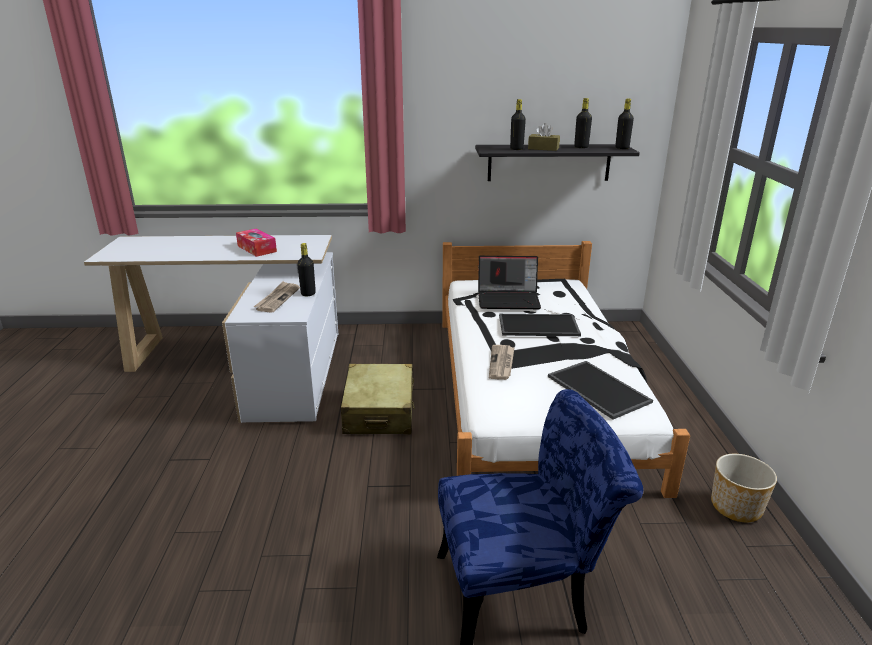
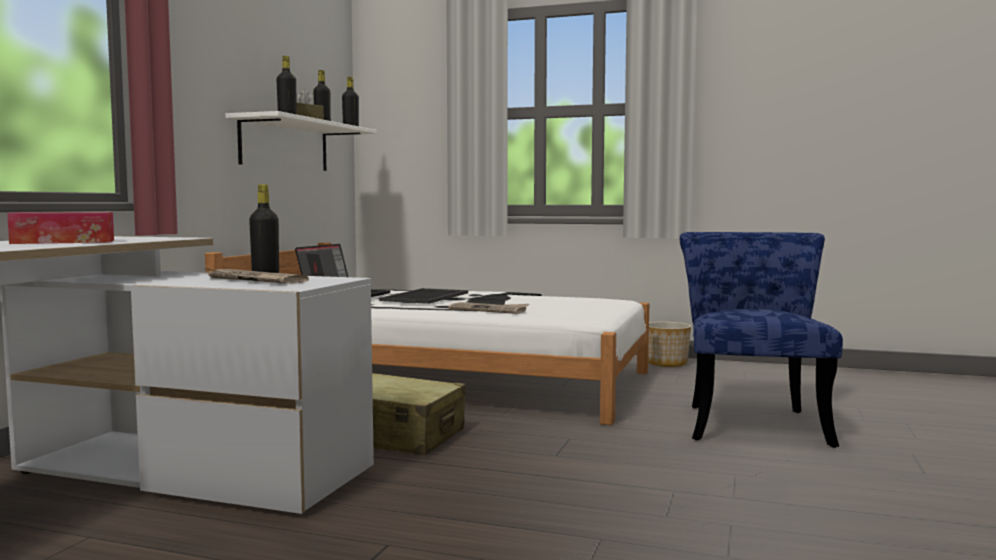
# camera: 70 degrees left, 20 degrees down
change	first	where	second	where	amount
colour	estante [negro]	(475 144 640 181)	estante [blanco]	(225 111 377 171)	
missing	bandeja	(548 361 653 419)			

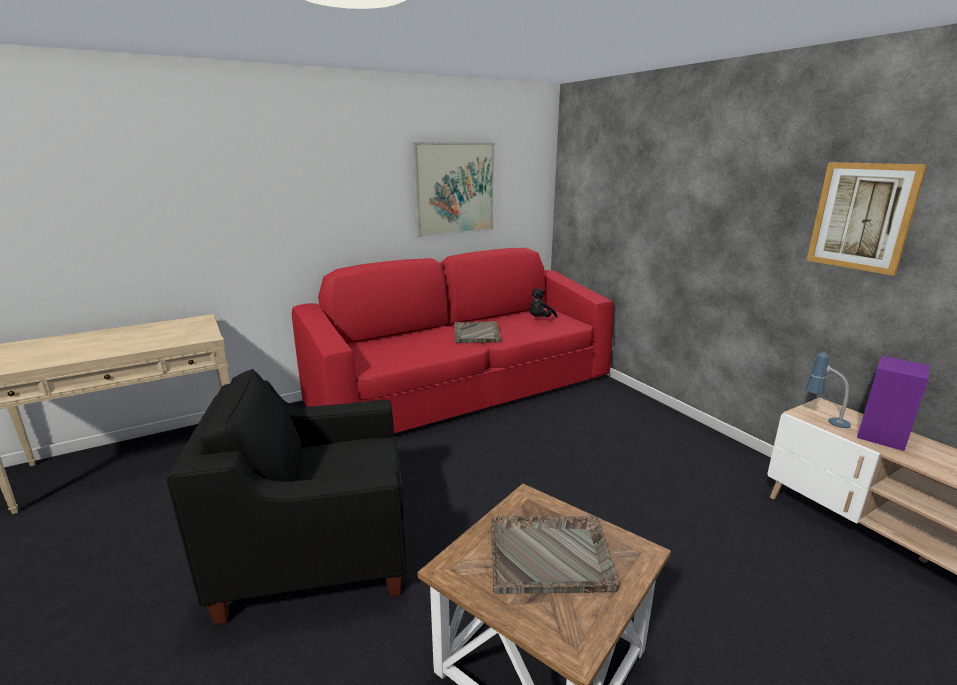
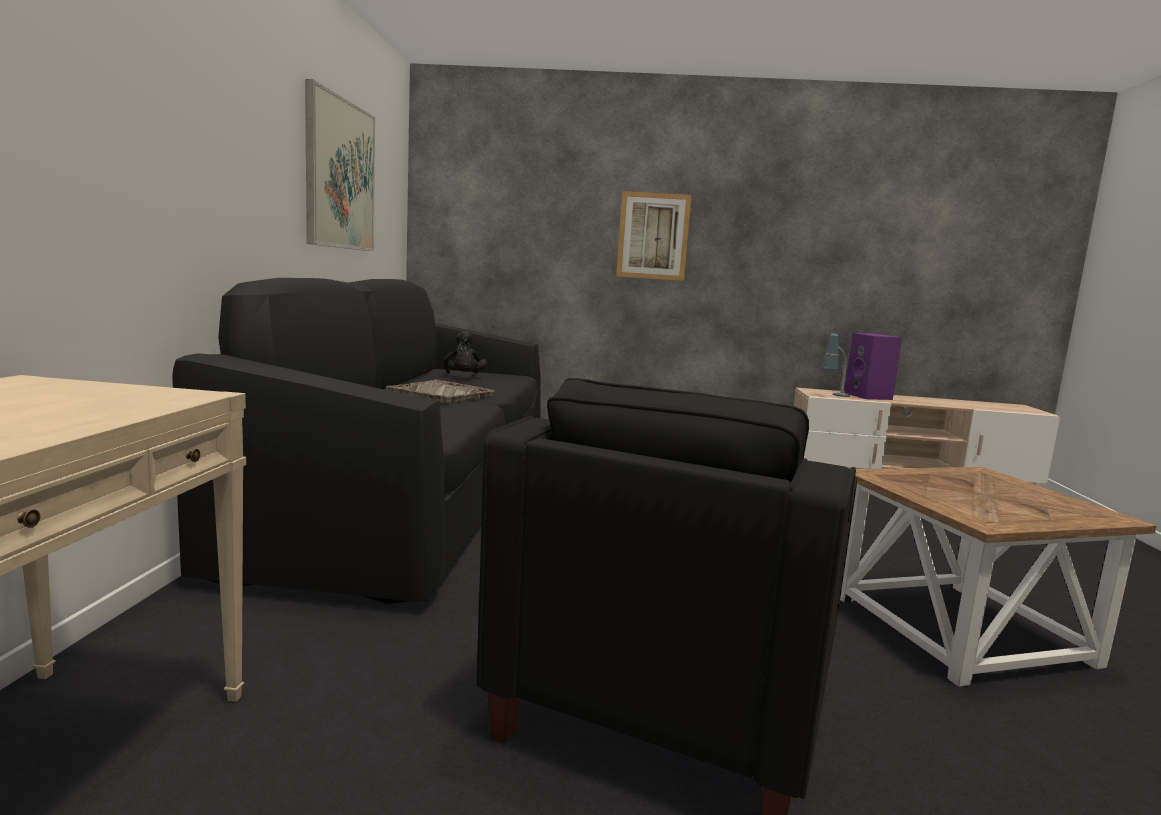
# camera: 55 degrees left, 10 degrees down
change	first	where	second	where	amount
relocated	cuadro	(806 162 928 276)		(616 191 692 281)	
colour	sofá [rojo]	(292 248 614 433)	sofá [negro]	(172 278 541 604)	
missing	bandeja [gris]	(491 516 619 594)			

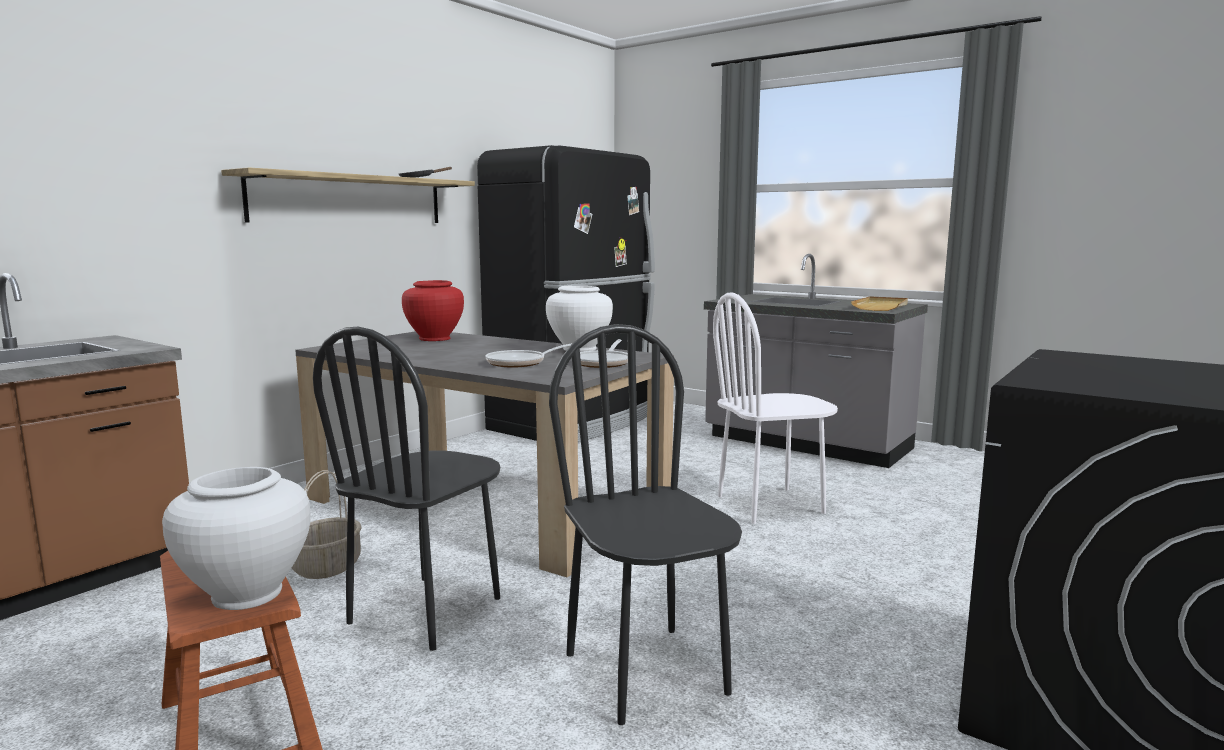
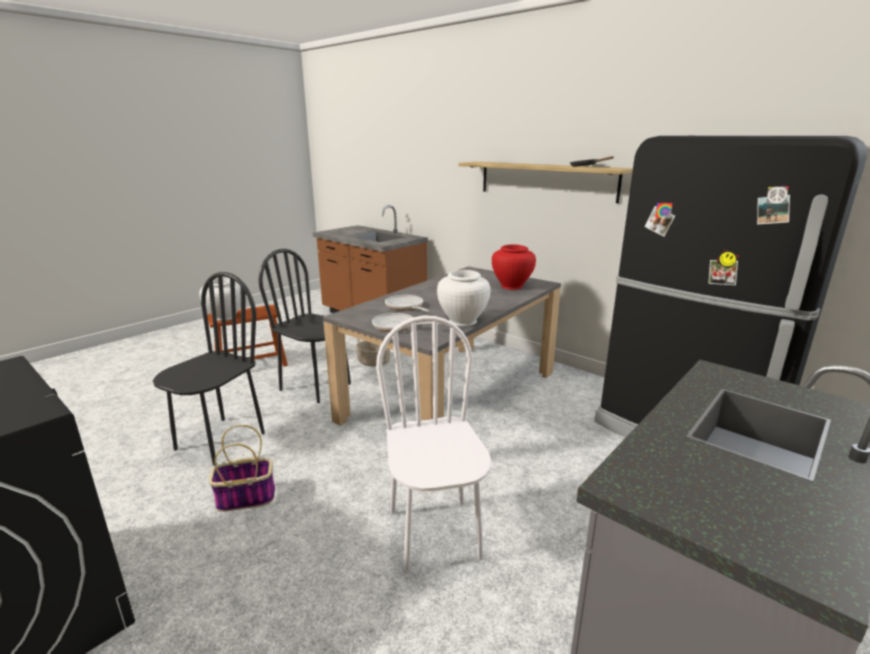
# camera: 95 degrees right, 10 degrees up
change	first	where	second	where	amount
missing	bandeja [beis]	(851 296 908 311)			
spun	silla [negro]	(549 324 742 725)		(153 272 265 466)	45 degrees counterclockwise
appeared			cesta	(209 425 275 512)	

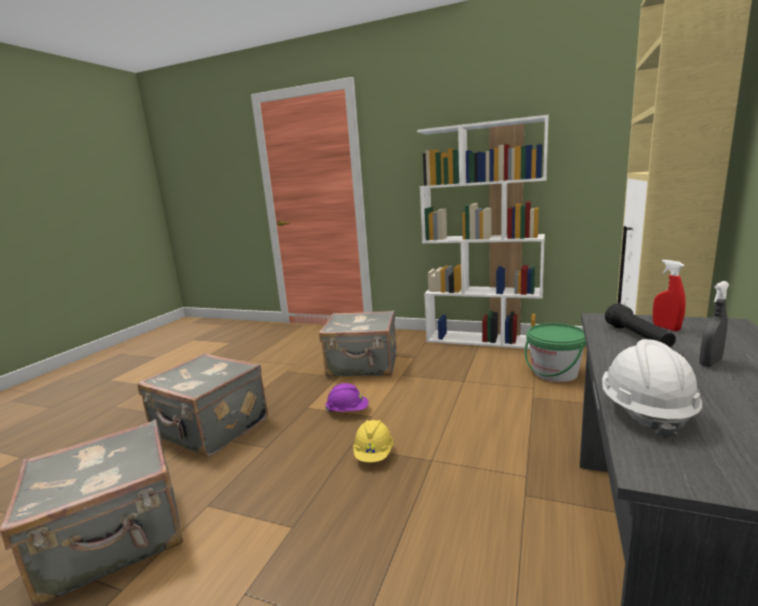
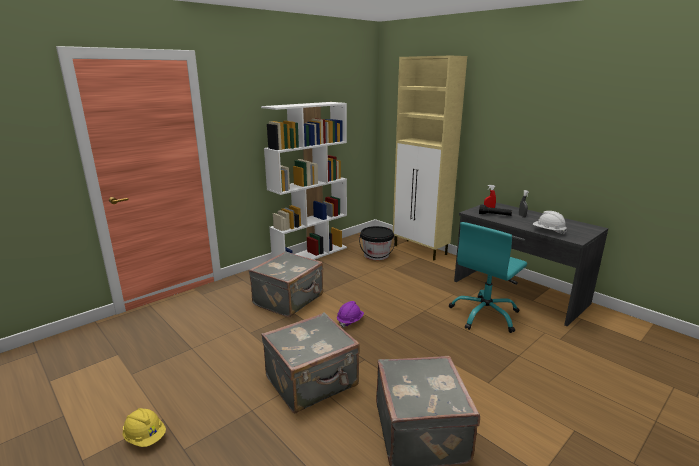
# camera: 65 degrees left, 5 degrees up
change	first	where	second	where	amount
colour	cubo [verde]	(524 323 586 382)	cubo [negro]	(359 226 395 260)	
relocated	casco [amarillo]	(353 420 393 462)		(123 408 166 447)	
appeared			silla de oficina [turquesa]	(449 222 527 333)	

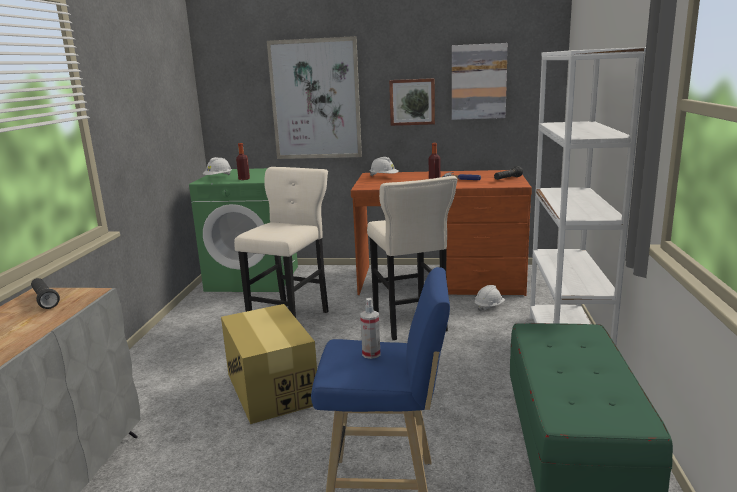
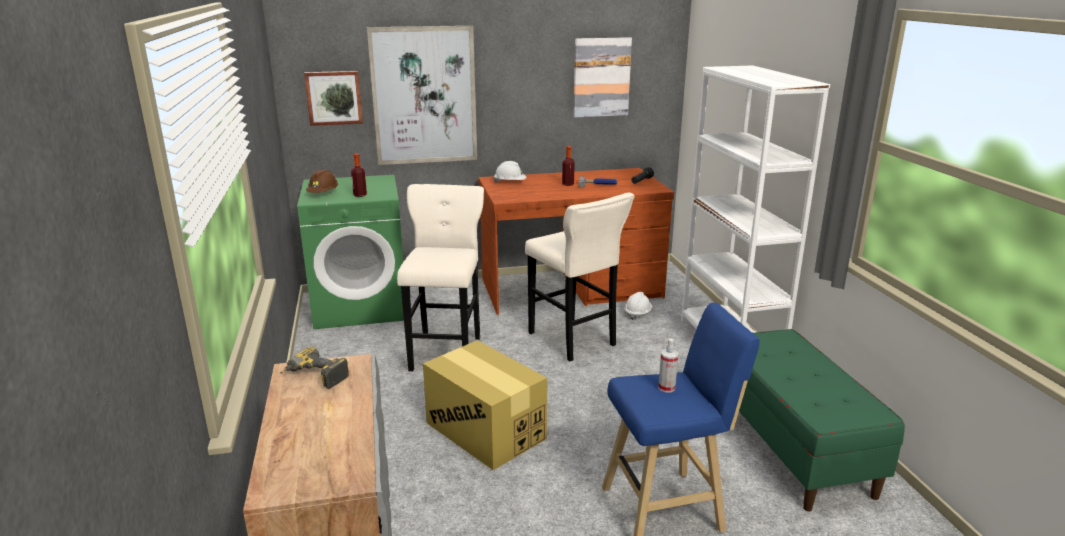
# camera: 20 degrees left, 5 degrees up
change	first	where	second	where	amount
relocated	cuadro	(389 78 435 126)		(304 71 363 126)	
colour	casco [blanco]	(203 157 232 175)	casco [marrón]	(306 170 338 193)	
exchanged	linterna [negro]	(31 278 60 309)	taladro	(280 347 349 389)	

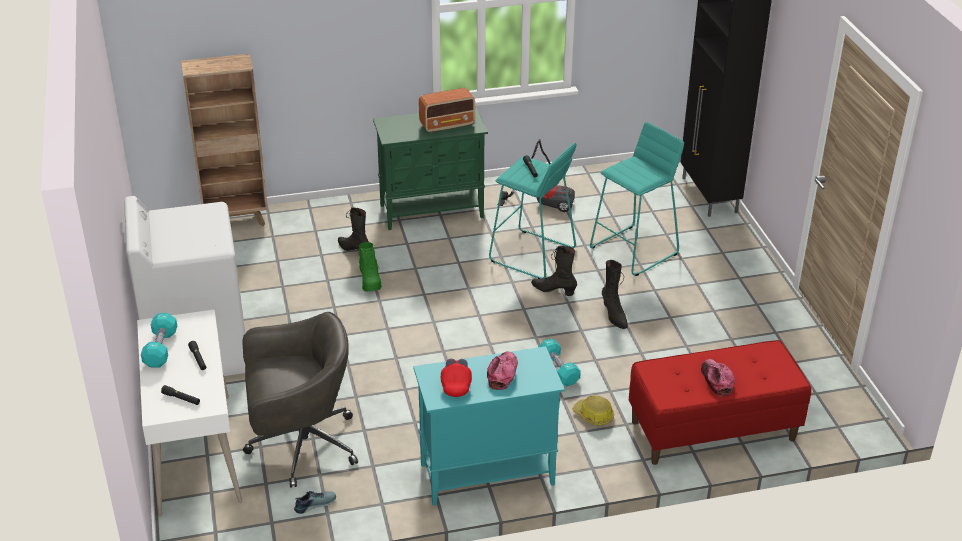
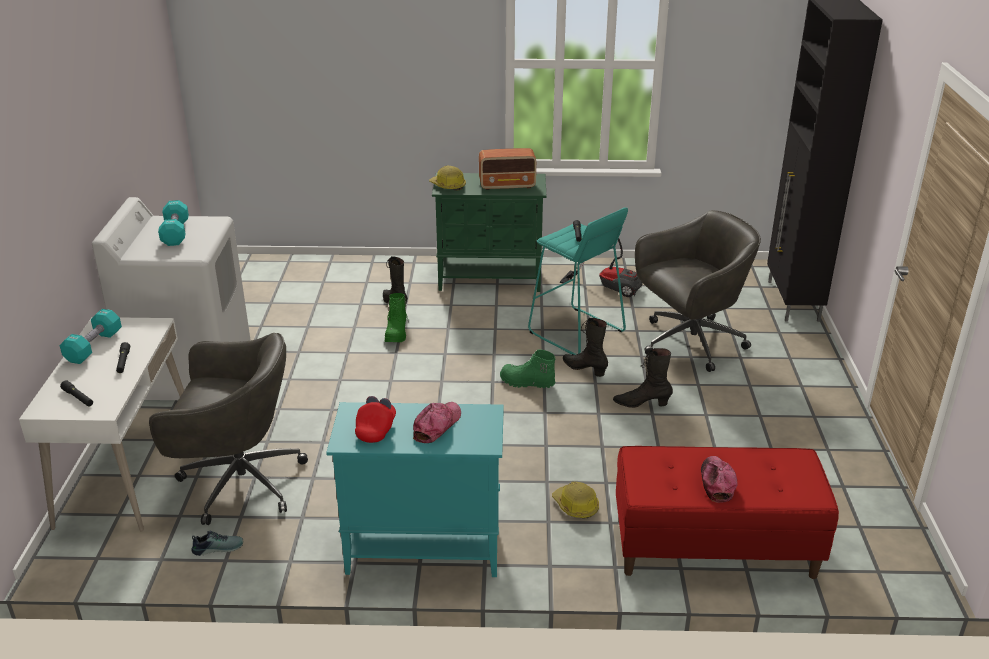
# camera: 15 degrees right, 5 degrees down
change	first	where	second	where	amount
missing	estantería [marrón]	(181 54 268 226)			
exchanged	taburete [turquesa]	(590 122 684 276)	silla de oficina [gris]	(635 210 761 372)	
spun	bota [negro]	(602 260 628 329)		(613 348 673 408)	105 degrees clockwise
relocated	mancuerna [turquesa]	(539 338 581 386)		(158 200 189 246)	
appeared			casco	(429 166 466 191)	
appeared			bota [verde]	(500 349 555 388)	

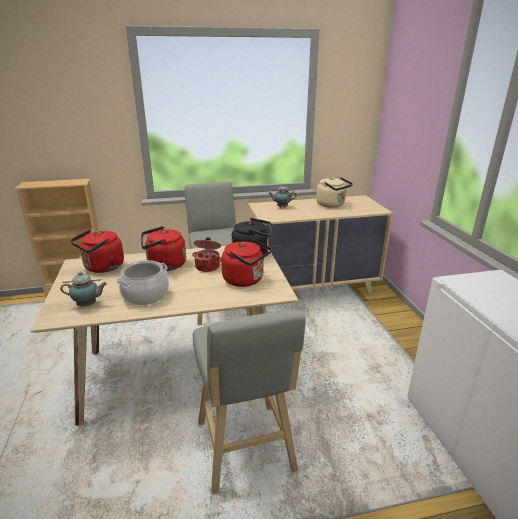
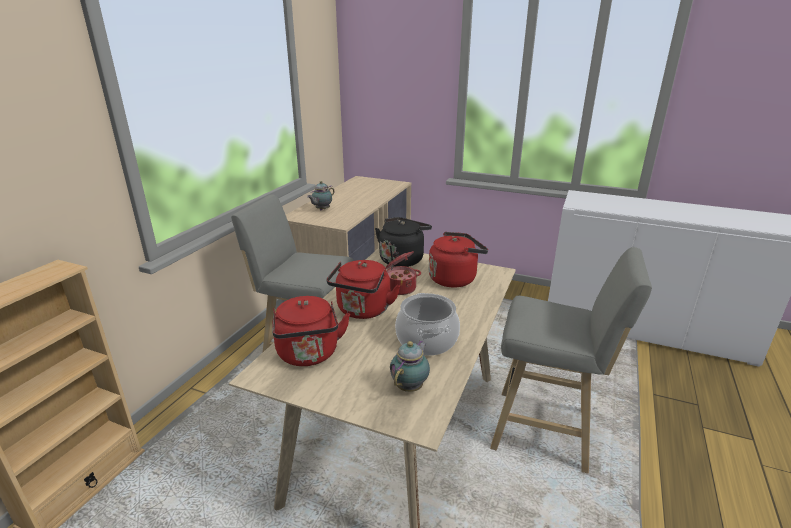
# camera: 55 degrees left, 0 degrees up
change	first	where	second	where	amount
missing	hervidor [beis]	(316 177 353 208)			

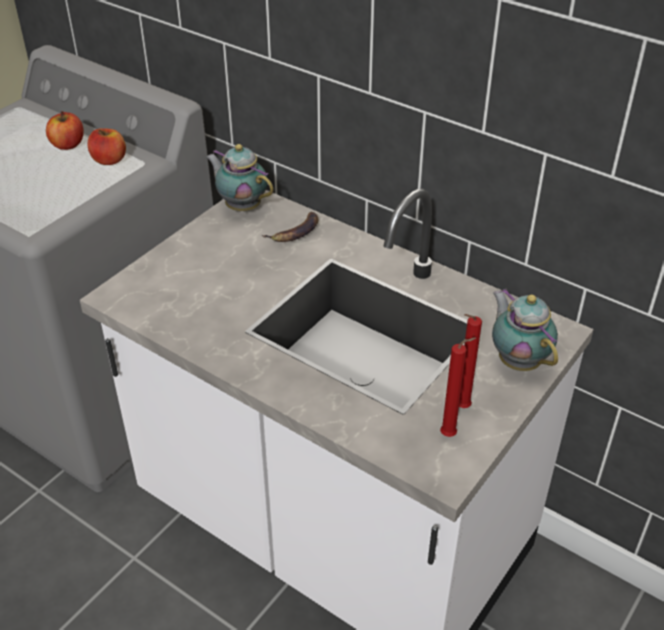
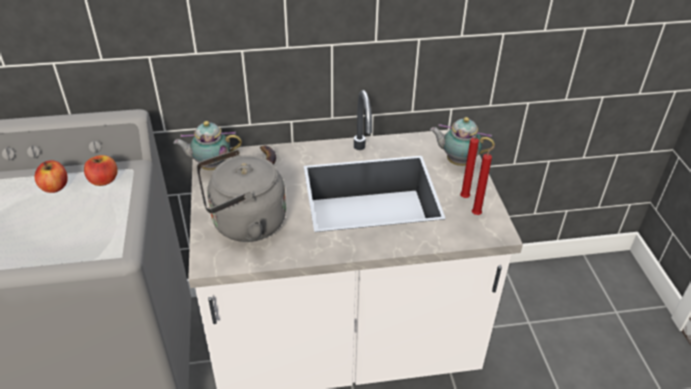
# camera: 45 degrees left, 0 degrees up
change	first	where	second	where	amount
appeared			hervidor [gris]	(197 149 286 242)	

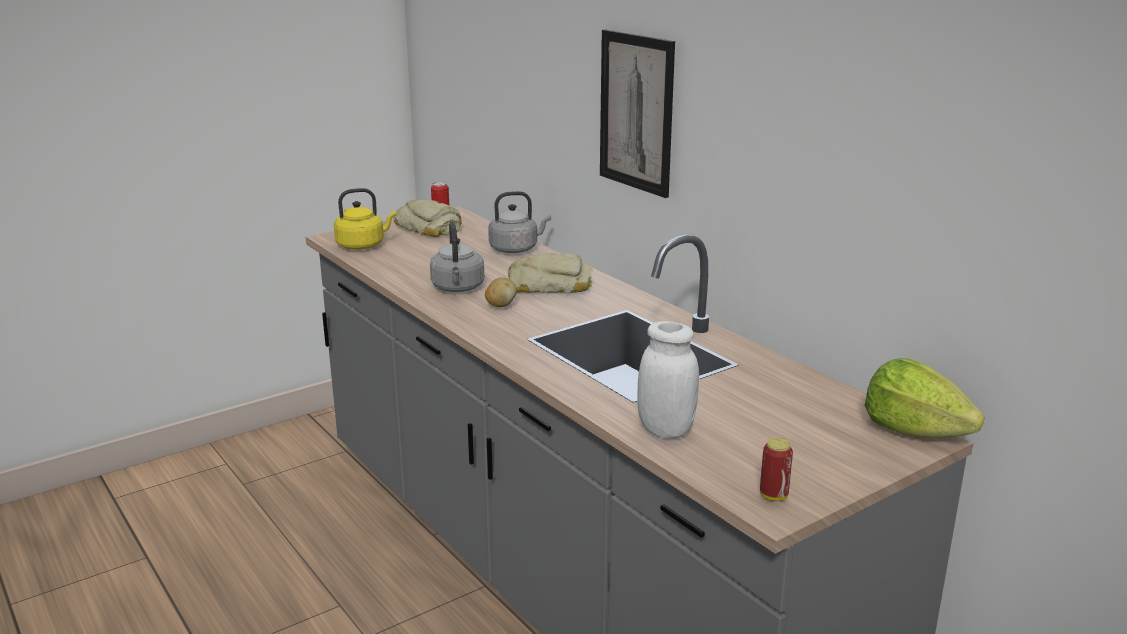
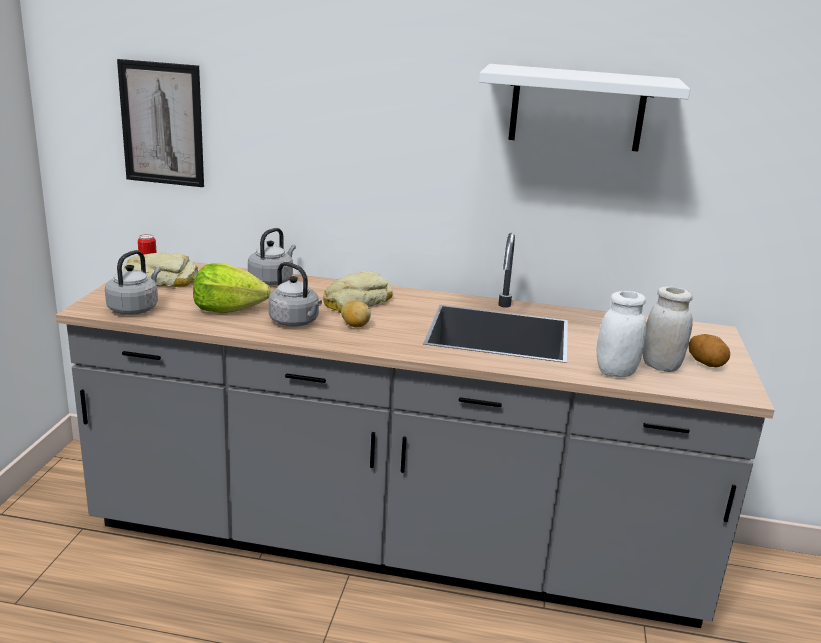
# camera: 45 degrees left, 0 degrees up
change	first	where	second	where	amount
relocated	cuadro	(600 29 675 198)		(117 59 204 187)	
colour	hervidor [amarillo]	(334 188 397 250)	hervidor [gris]	(105 250 161 315)	
relocated	lechuga	(865 358 985 438)		(193 263 271 313)	
missing	lata	(760 438 793 501)			
appeared			estante [blanco]	(479 64 690 152)	
appeared			tarro [blanco]	(643 286 693 372)	
appeared			patata	(689 334 730 367)	

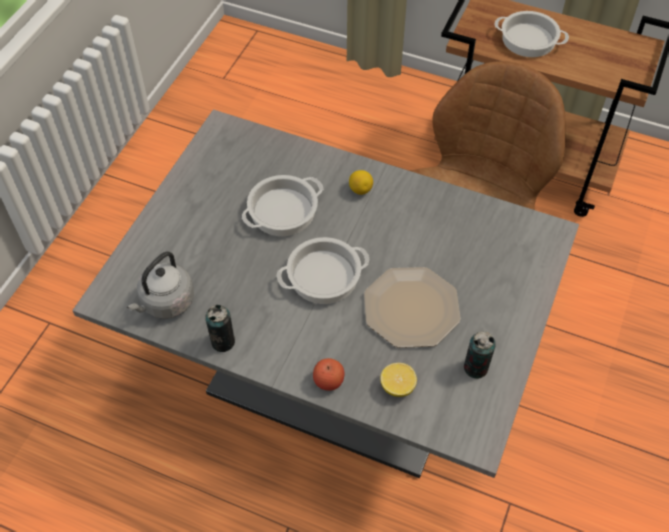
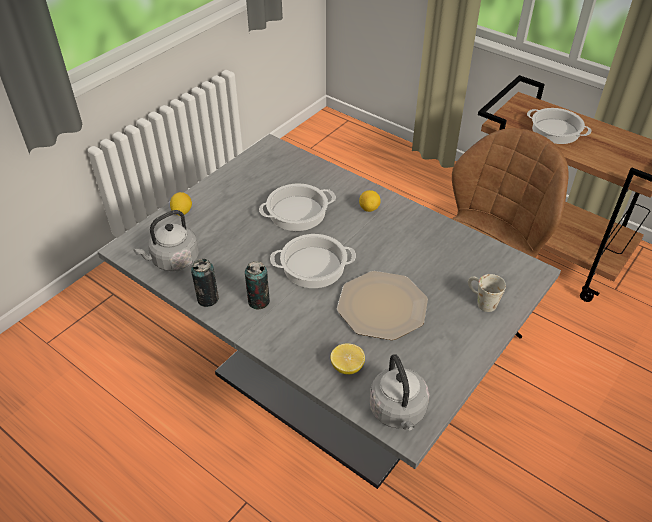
# camera: 15 degrees right, 10 degrees down
change	first	where	second	where	amount
relocated	lata	(464 331 496 379)		(245 261 270 309)	
missing	manzana	(313 358 345 391)			
appeared			limón	(170 192 192 216)	
appeared			taza grande [blanco]	(468 274 506 312)	
appeared			hervidor [gris]	(369 354 429 430)	

